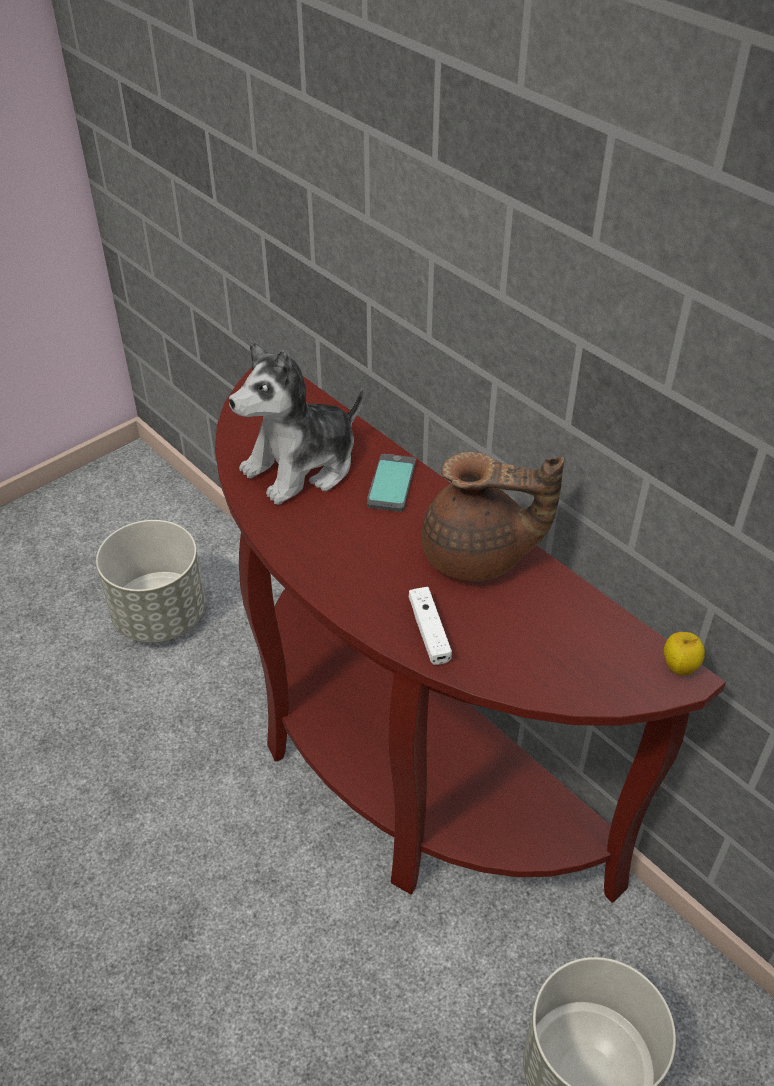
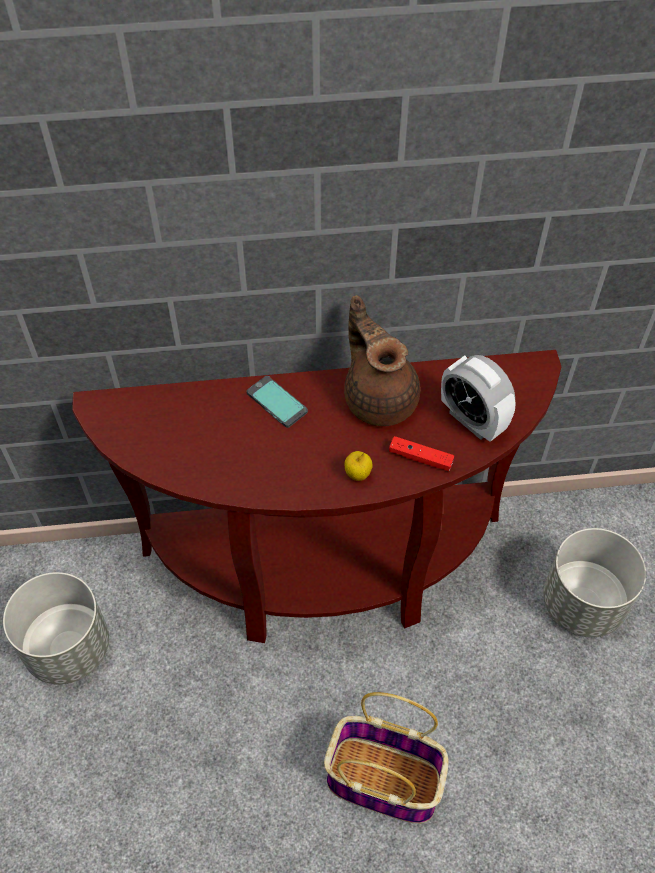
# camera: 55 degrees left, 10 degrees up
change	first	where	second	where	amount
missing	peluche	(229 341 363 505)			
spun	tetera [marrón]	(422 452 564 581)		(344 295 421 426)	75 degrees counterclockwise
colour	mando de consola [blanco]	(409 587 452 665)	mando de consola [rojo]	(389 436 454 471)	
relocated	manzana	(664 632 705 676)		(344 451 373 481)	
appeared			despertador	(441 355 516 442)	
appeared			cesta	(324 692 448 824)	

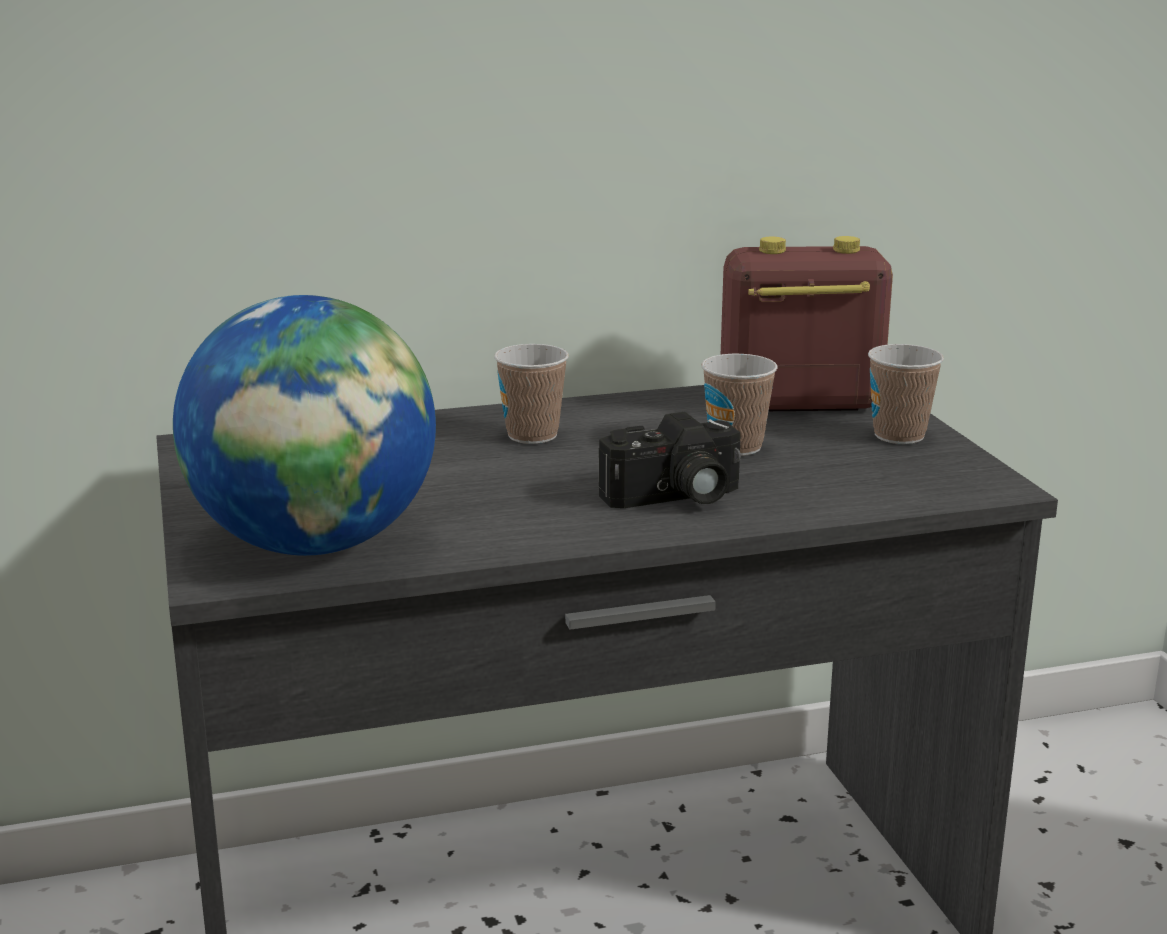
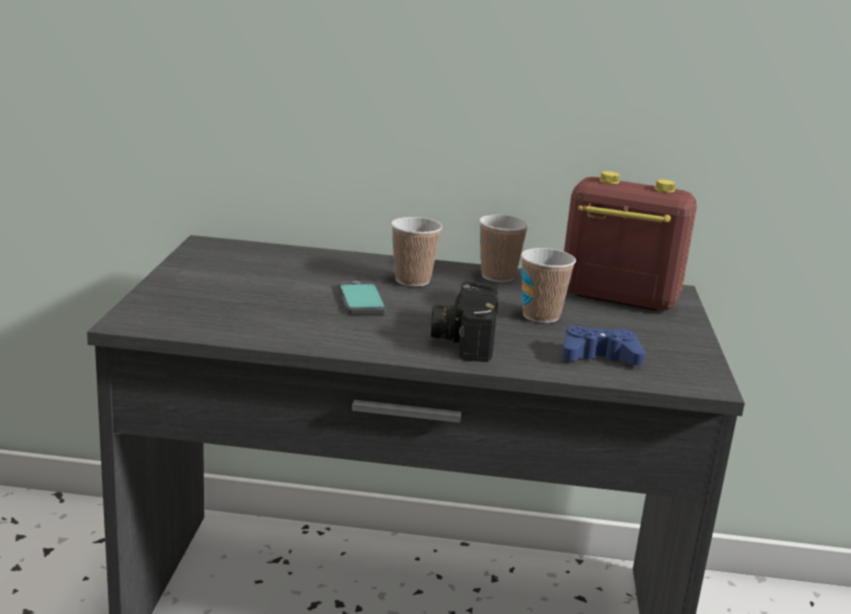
# camera: 20 degrees right, 0 degrees up
change	first	where	second	where	amount
missing	globo terráqueo	(173 295 436 556)			
relocated	taza	(868 344 944 444)		(479 215 529 282)	
spun	cámara	(598 412 741 508)		(431 281 498 362)	90 degrees clockwise
appeared			móvil	(338 281 387 315)	
appeared			mando de consola [azul]	(562 326 646 365)	

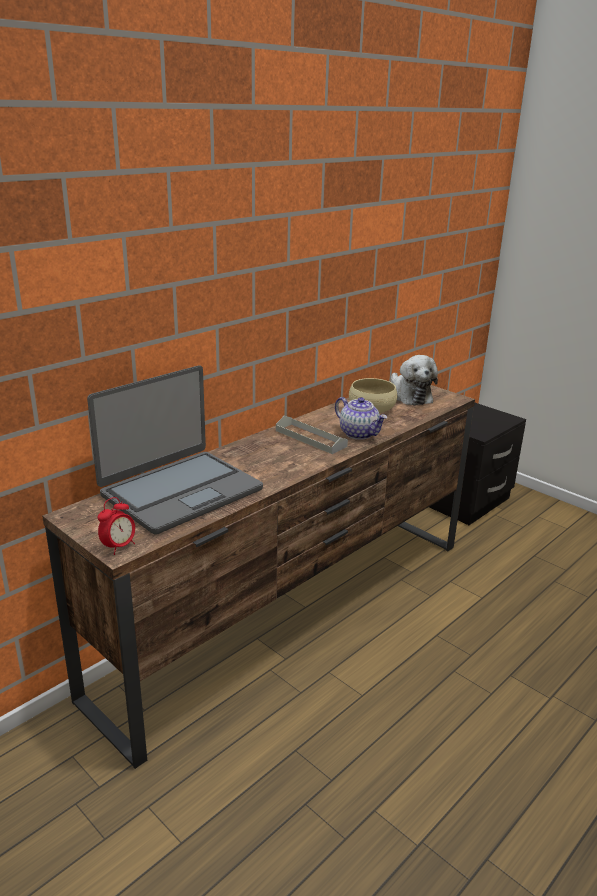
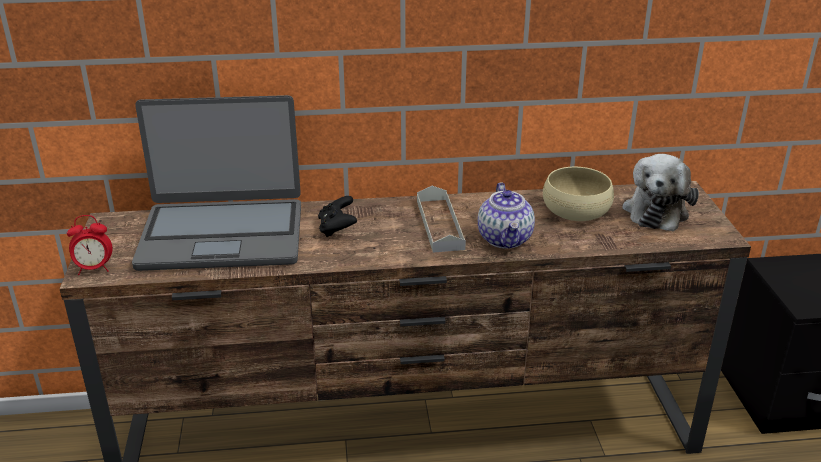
# camera: 40 degrees right, 5 degrees up
change	first	where	second	where	amount
appeared			mando de consola [negro]	(318 196 357 237)	

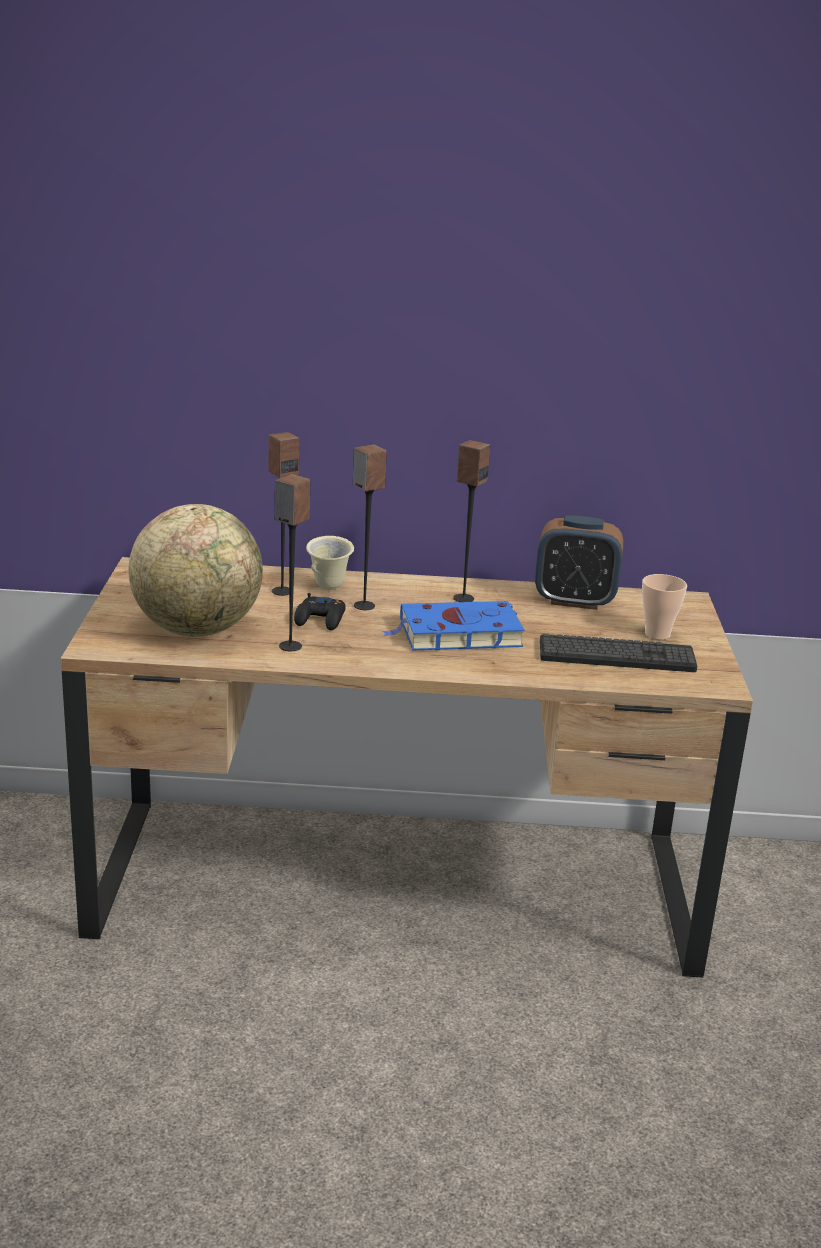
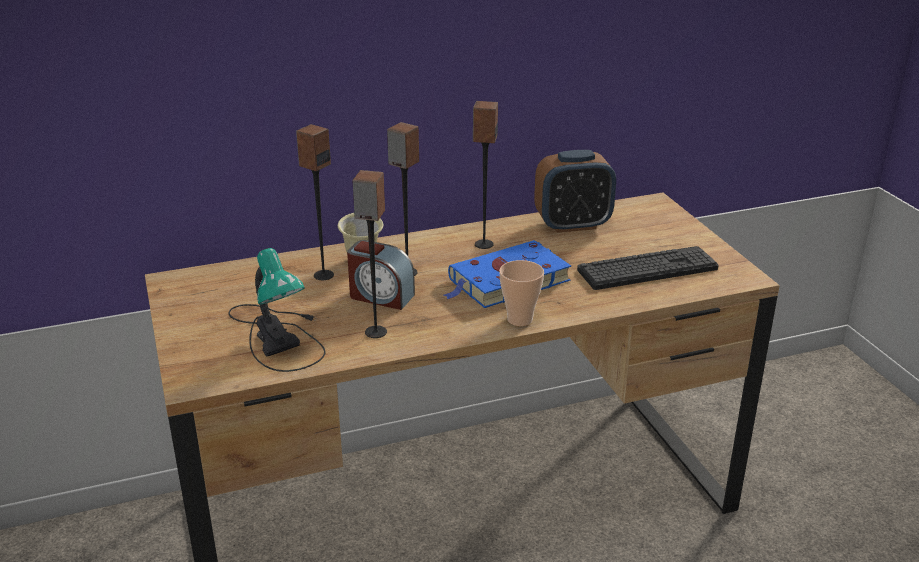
# camera: 20 degrees left, 5 degrees up
change	first	where	second	where	amount
exchanged	globo terráqueo	(128 504 263 637)	lámpara de mesa	(228 248 326 372)	
relocated	taza	(642 574 687 640)		(499 260 544 326)	
exchanged	mando de consola [negro]	(294 593 346 630)	despertador	(347 240 415 310)	

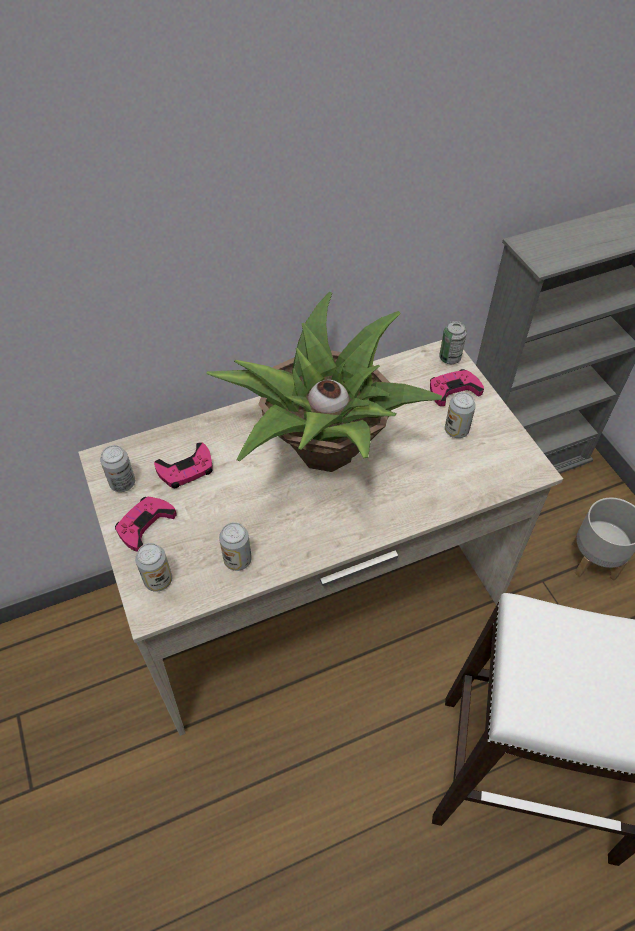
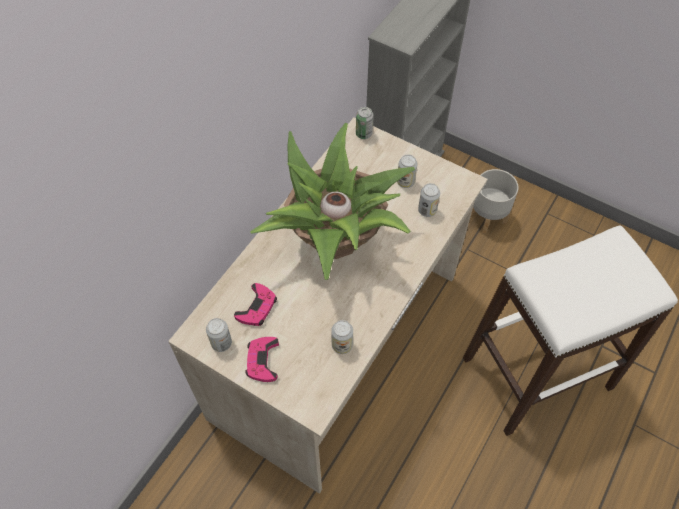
# camera: 35 degrees left, 5 degrees up
change	first	where	second	where	amount
missing	mando de consola [rosa]	(430 369 484 406)			
relocated	lata	(135 543 172 592)		(418 183 440 217)	

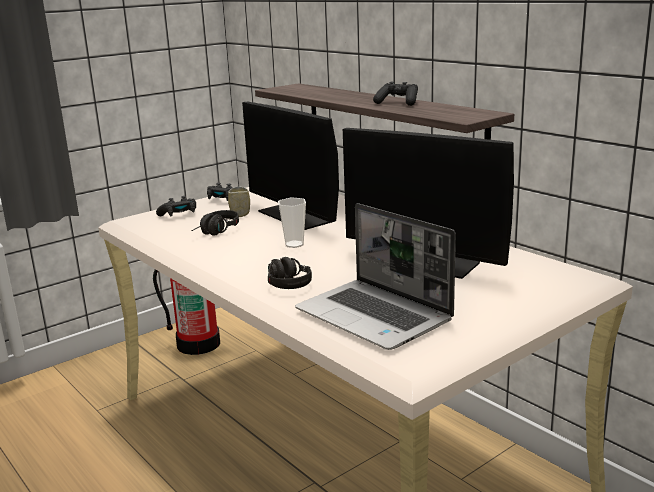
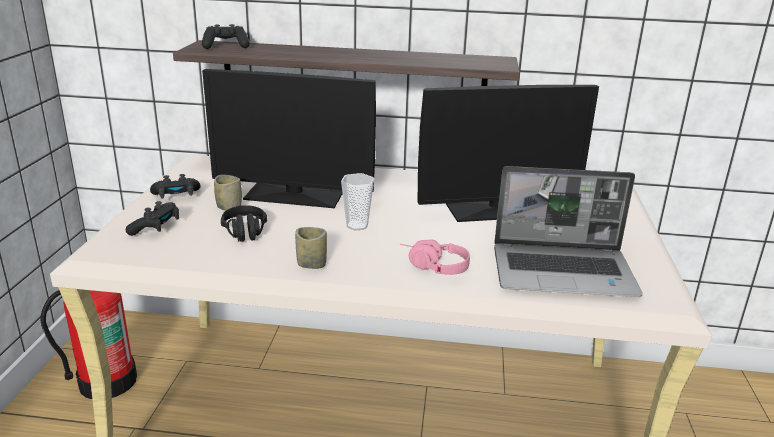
# camera: 45 degrees left, 5 degrees up
change	first	where	second	where	amount
relocated	mando de consola [negro]	(373 81 418 106)		(202 24 250 49)	
colour	auriculares [negro]	(268 257 312 289)	auriculares [rosa]	(400 239 470 275)	
appeared			taza	(295 227 327 269)	

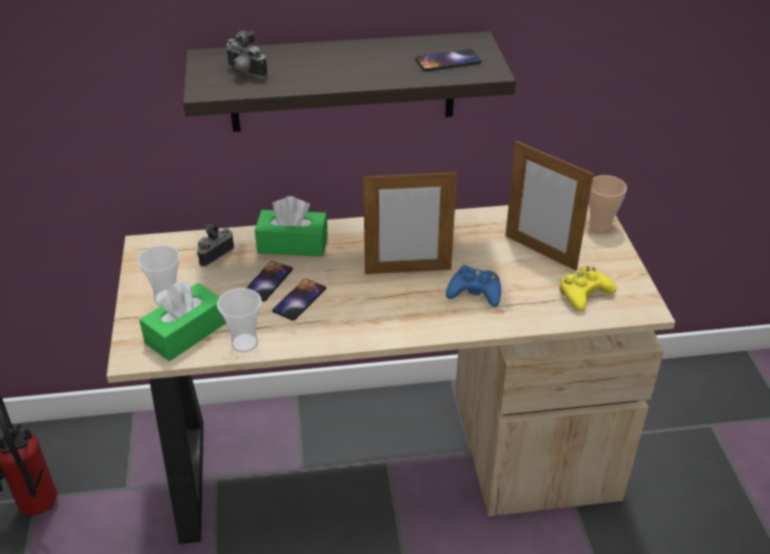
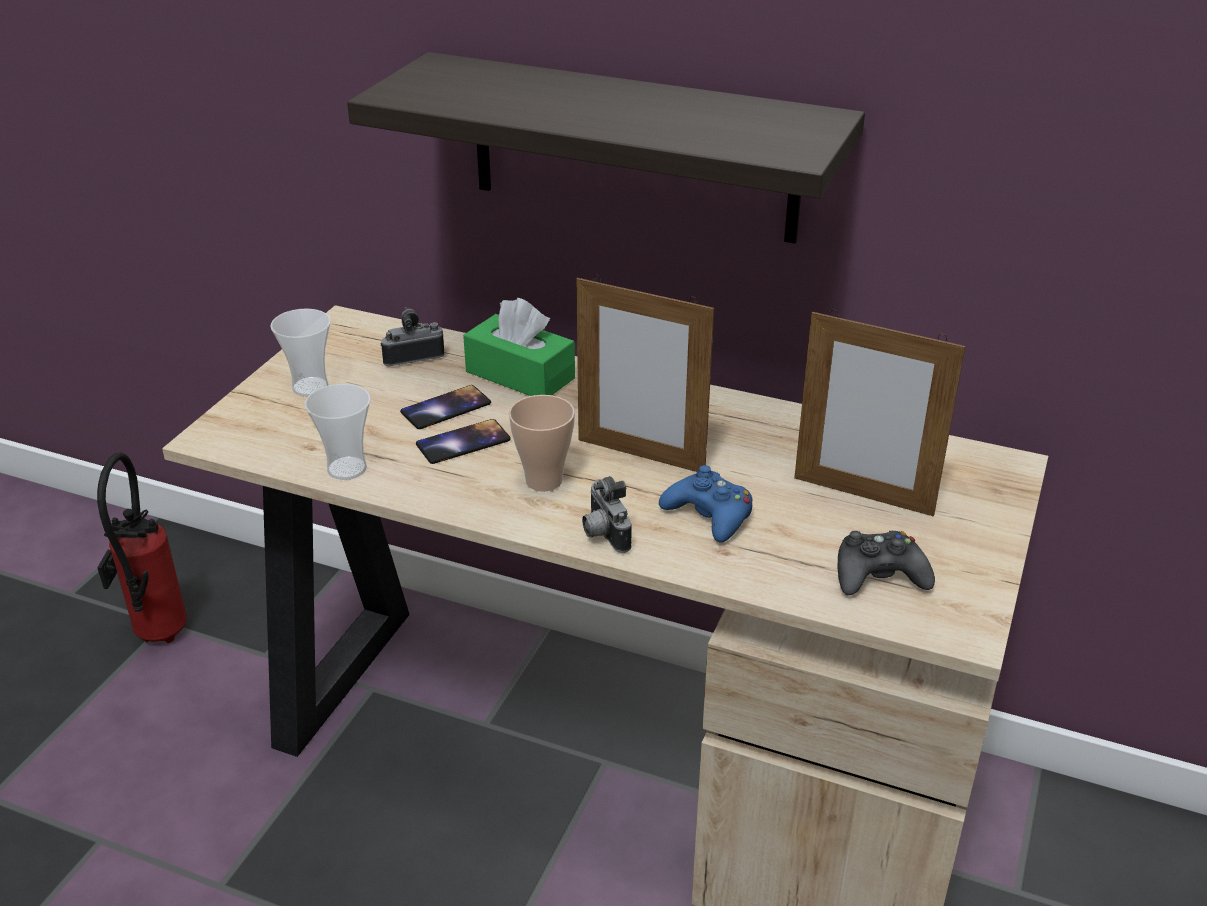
# camera: 30 degrees right, 5 degrees down
change	first	where	second	where	amount
relocated	cámara	(226 30 268 78)		(582 476 632 553)	
missing	móvil	(415 49 481 71)			
spun	portarretratos	(505 141 594 271)		(794 310 965 517)	45 degrees counterclockwise
relocated	taza	(589 175 627 231)		(509 395 575 492)	
colour	mando de consola [amarillo]	(559 266 617 311)	mando de consola [negro]	(838 531 935 595)	
missing	caja de pañuelos [verde]	(139 281 226 361)			

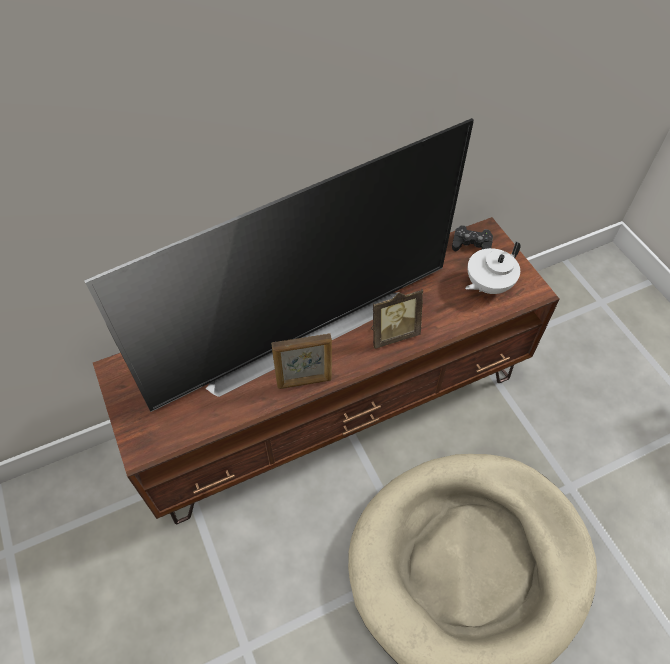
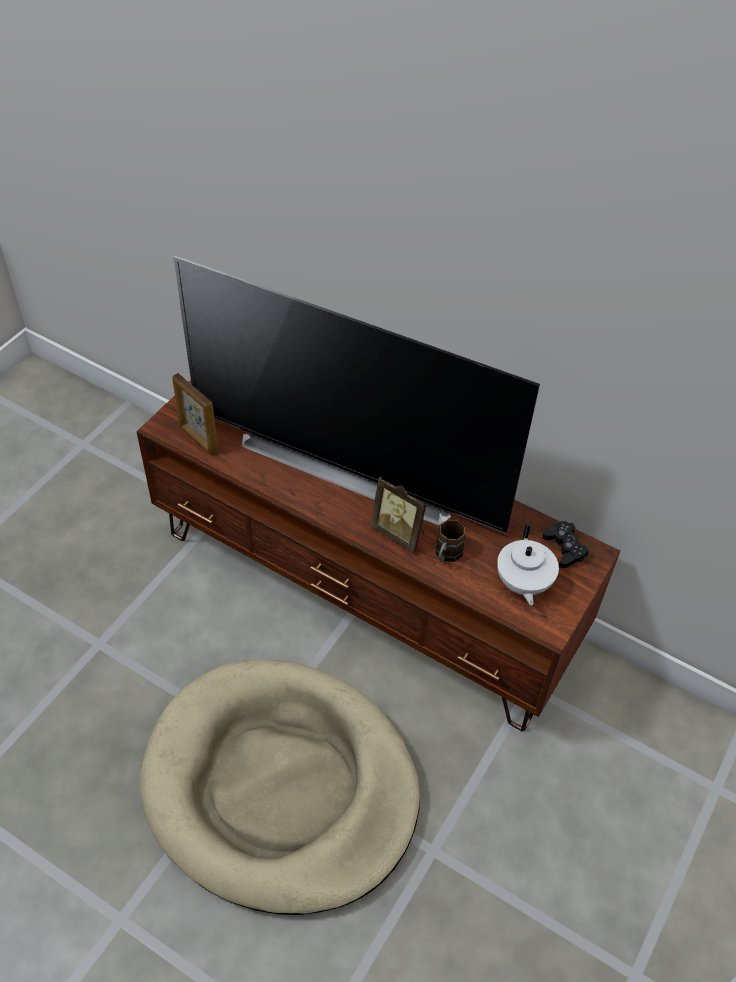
# camera: 55 degrees right, 5 degrees down
change	first	where	second	where	amount
spun	tetera [blanco]	(465 241 521 294)		(497 524 559 606)	105 degrees counterclockwise
relocated	portarretratos	(271 333 332 389)		(172 373 218 456)	
appeared			taza grande [marrón]	(435 520 465 562)	

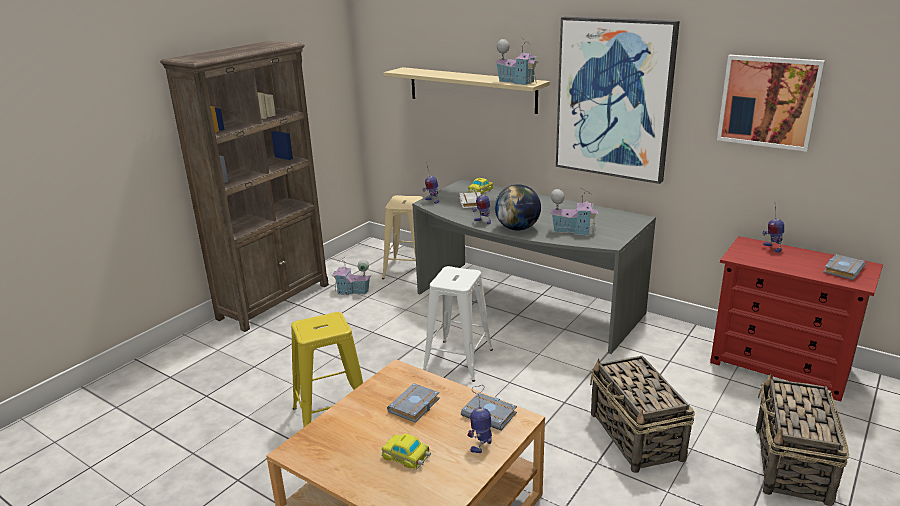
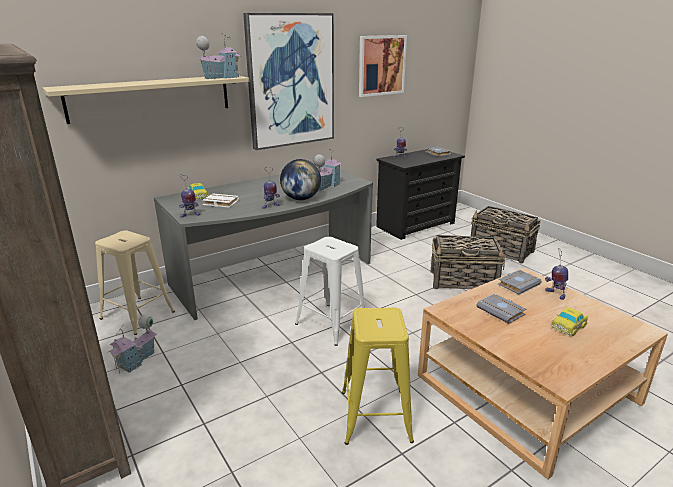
# camera: 70 degrees left, 0 degrees up
change	first	where	second	where	amount
colour	cómoda [rojo]	(710 236 883 402)	cómoda [negro]	(376 149 465 240)	

